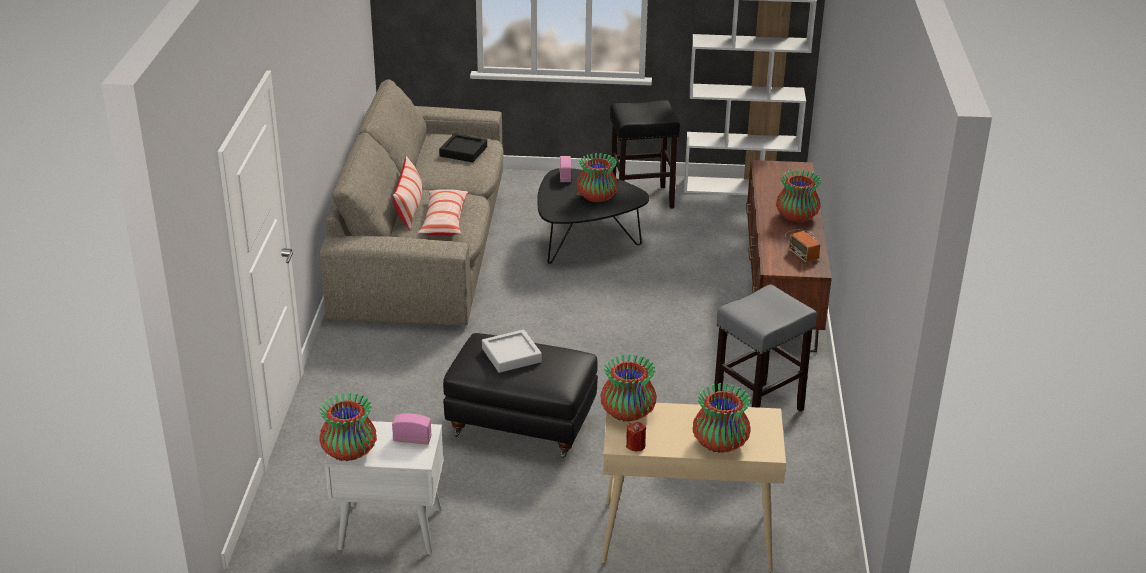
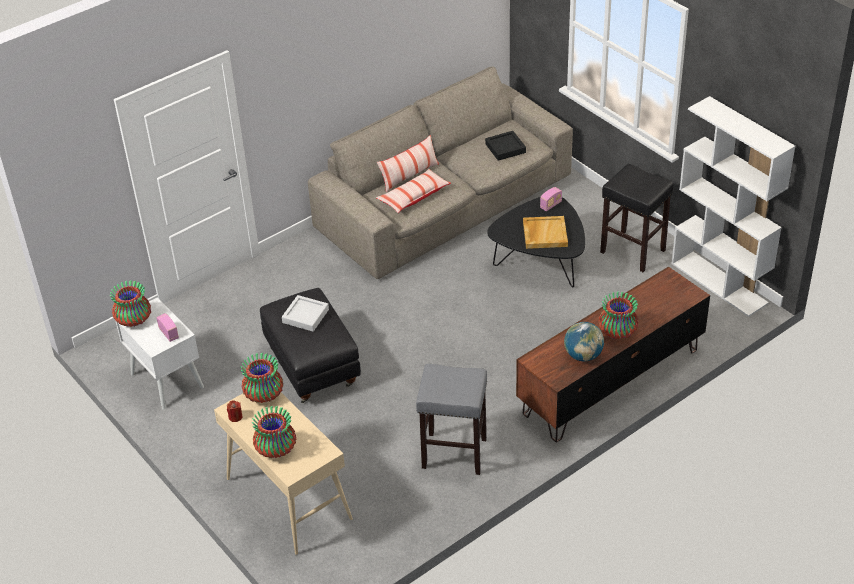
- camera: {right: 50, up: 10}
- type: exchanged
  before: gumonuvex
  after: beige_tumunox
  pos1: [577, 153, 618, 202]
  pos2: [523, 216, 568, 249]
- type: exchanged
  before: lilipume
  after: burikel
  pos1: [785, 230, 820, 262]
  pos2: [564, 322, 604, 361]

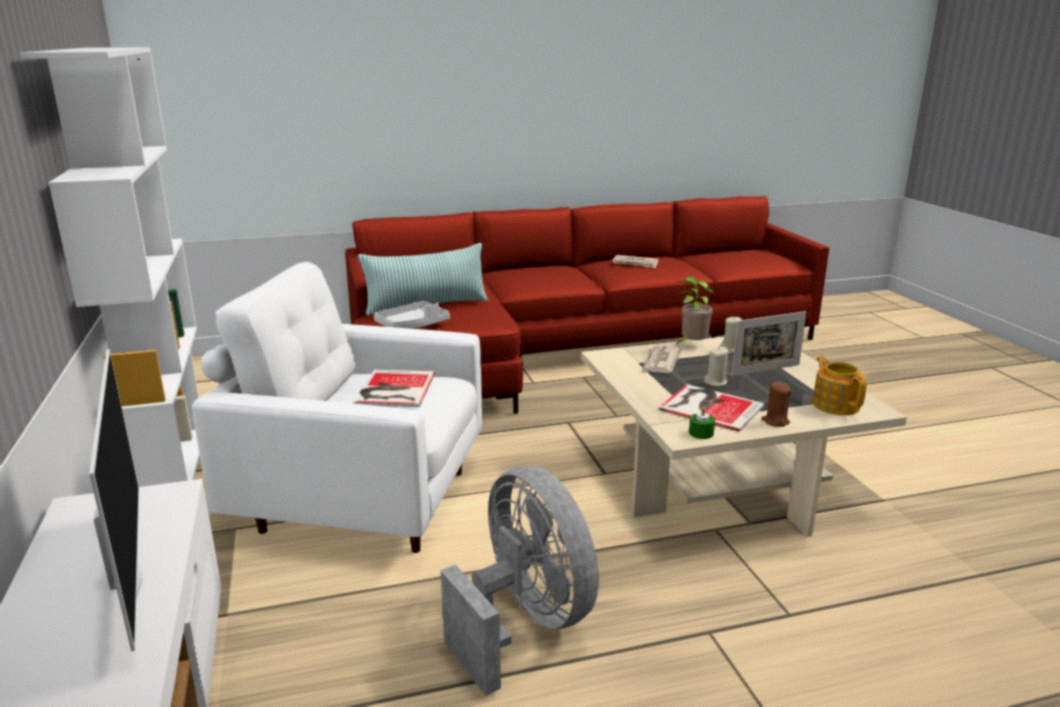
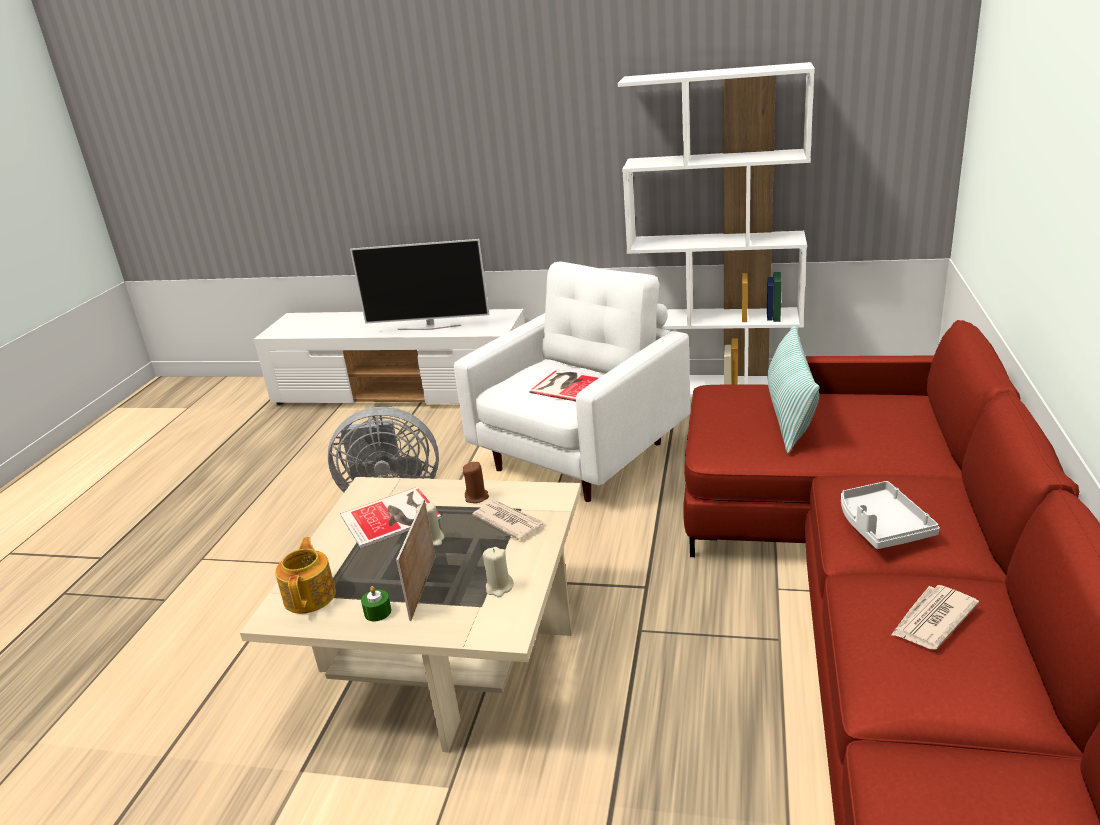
- camera: {right: 120, up: 5}
- type: missing
  before: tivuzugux
  pos1: [676, 276, 714, 344]
- type: relocated
  before: grey_tumunox
  pos1: [374, 301, 450, 329]
  pos2: [841, 481, 940, 549]
- type: spun
  before: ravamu
  pos1: [812, 356, 867, 415]
  pos2: [275, 537, 336, 614]
  turn: -105
- type: relocated
  before: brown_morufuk
  pos1: [761, 381, 792, 427]
  pos2: [463, 462, 489, 503]
- type: relocated
  before: green_morufuk
  pos1: [689, 407, 715, 439]
  pos2: [361, 586, 391, 621]

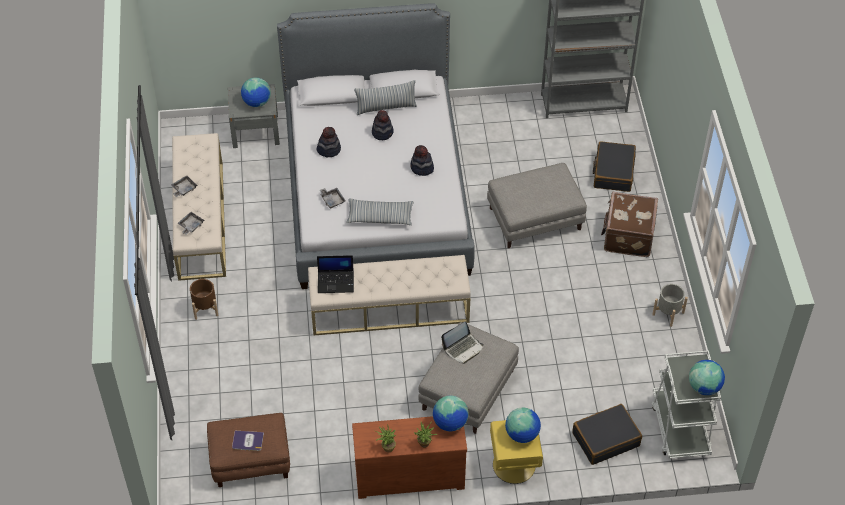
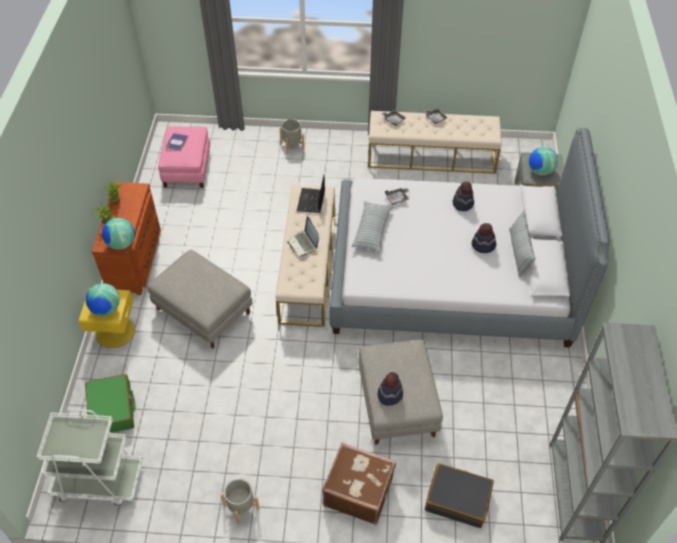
- camera: {right: 100, up: 0}
- type: relocated
  before: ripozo
  pos1: [410, 145, 434, 176]
  pos2: [378, 372, 403, 406]
- type: missing
  before: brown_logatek
  pos1: [190, 279, 218, 320]
- type: relocated
  before: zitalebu
  pos1: [441, 322, 483, 364]
  pos2: [287, 216, 319, 256]
- type: missing
  before: burikel
  pos1: [689, 360, 725, 395]
- type: colour
  before: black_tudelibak
  after: green_tudelibak
  pos1: [572, 404, 642, 465]
  pos2: [85, 374, 135, 433]
- type: colour
  before: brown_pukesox
  after: pink_pukesox
  pos1: [207, 413, 290, 487]
  pos2: [158, 126, 210, 188]
- type: appeared
  after: grey_logatek
  pos2: [280, 119, 304, 154]

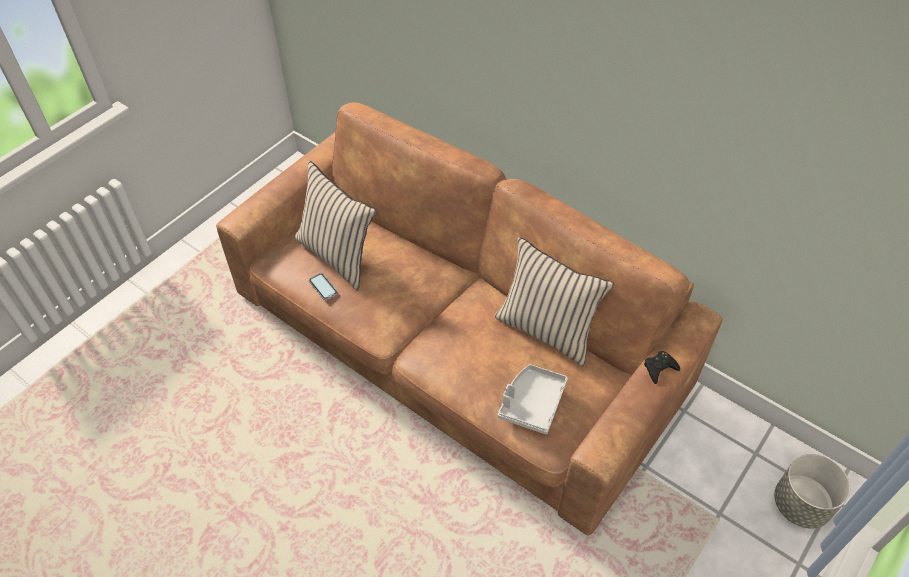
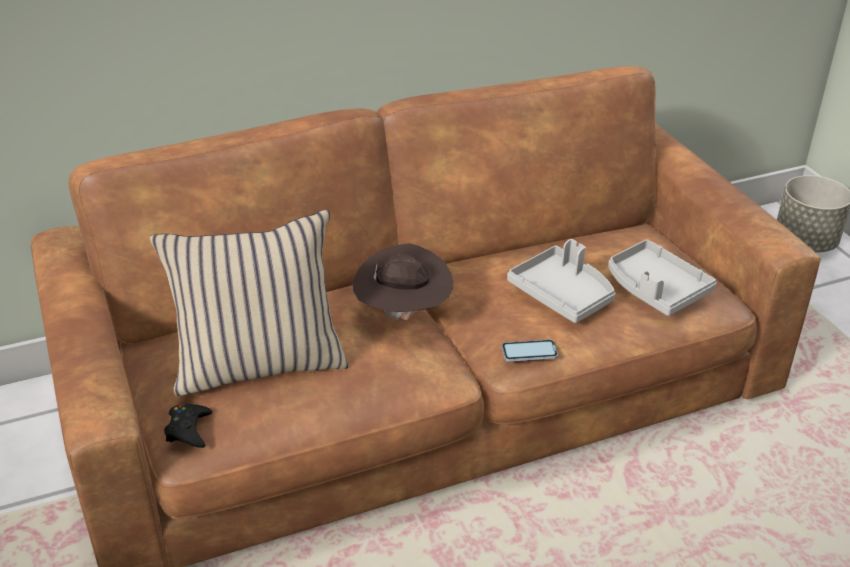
- camera: {right: -60, up: -15}
- type: missing
  before: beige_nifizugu
  pos1: [495, 237, 615, 366]
- type: relocated
  before: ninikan
  pos1: [309, 273, 337, 300]
  pos2: [502, 339, 558, 362]
- type: relocated
  before: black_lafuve
  pos1: [644, 351, 680, 384]
  pos2: [164, 404, 213, 448]
- type: appeared
  after: grey_tumunox
  pos2: [507, 239, 615, 323]
- type: appeared
  after: brown_ripozo
  pos2: [353, 243, 453, 320]

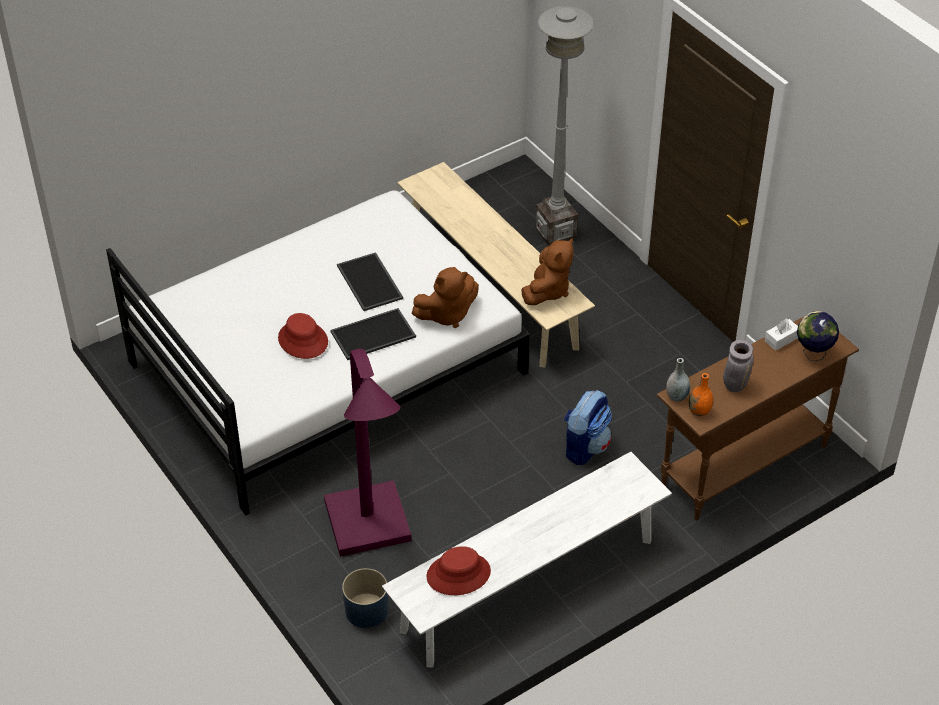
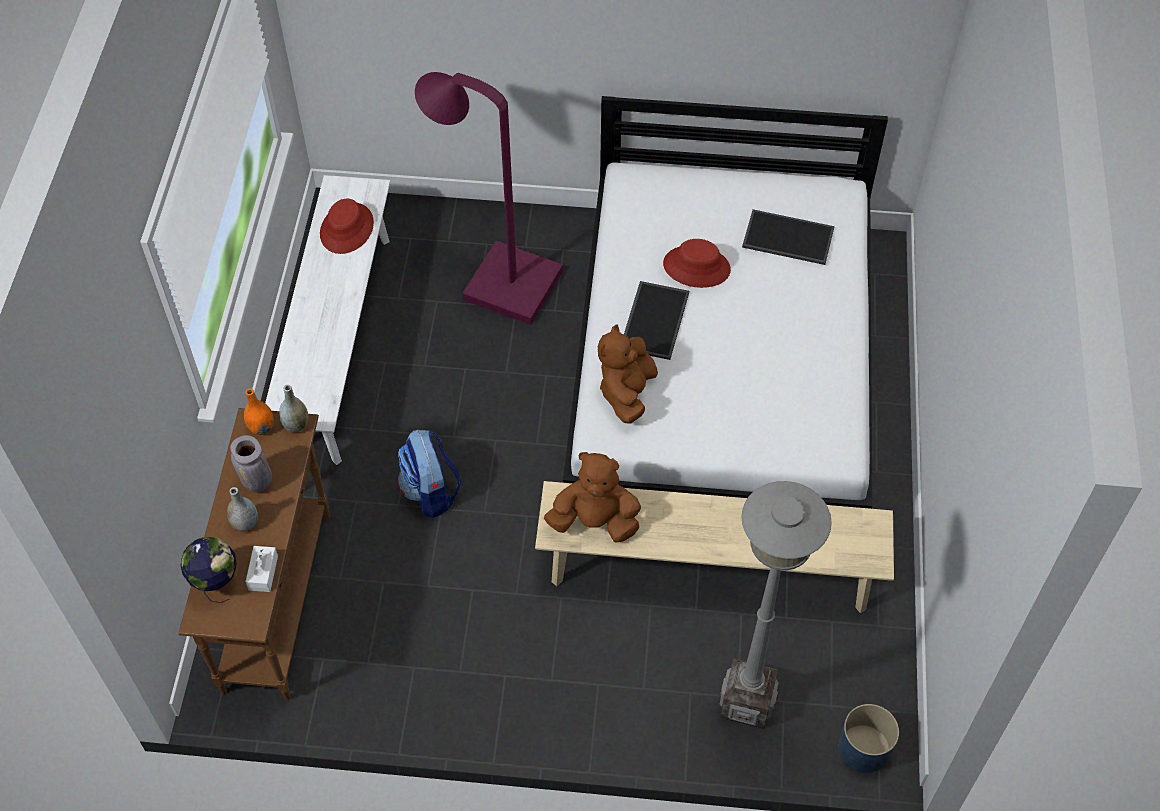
- camera: {right: 130, up: 10}
- type: spun
  before: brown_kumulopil
  pos1: [522, 238, 574, 305]
  pos2: [544, 452, 641, 543]
  turn: 120
- type: relocated
  before: tumunox
  pos1: [337, 252, 403, 311]
  pos2: [742, 209, 835, 265]
- type: relocated
  before: blue_logatek
  pos1: [342, 568, 388, 628]
  pos2: [839, 704, 899, 773]
- type: appeared
  after: grey_gumonuvex
  pos2: [227, 487, 258, 532]

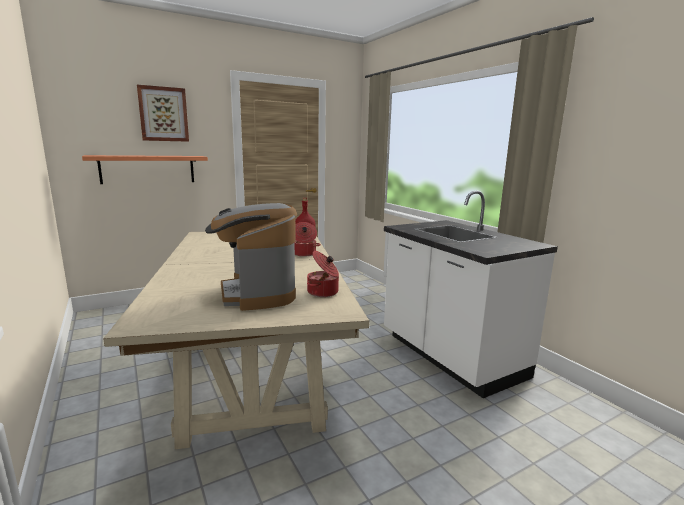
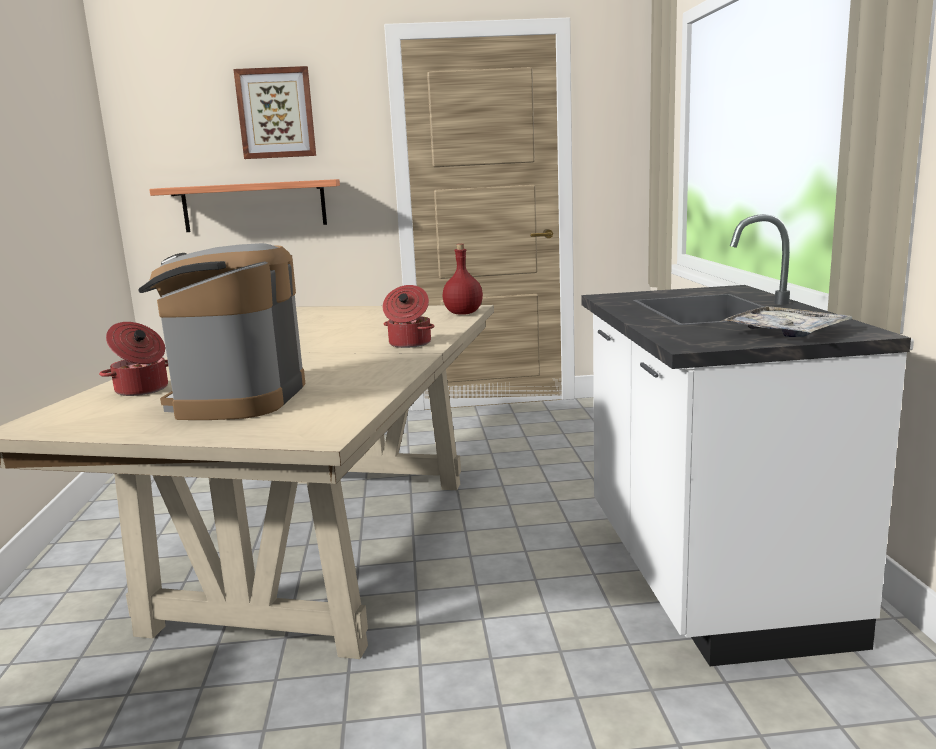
- camera: {right: 25, up: 0}
- type: relocated
  before: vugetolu
  pos1: [307, 251, 339, 297]
  pos2: [99, 322, 168, 396]
- type: appeared
  after: tumunox
  pos2: [719, 306, 852, 337]

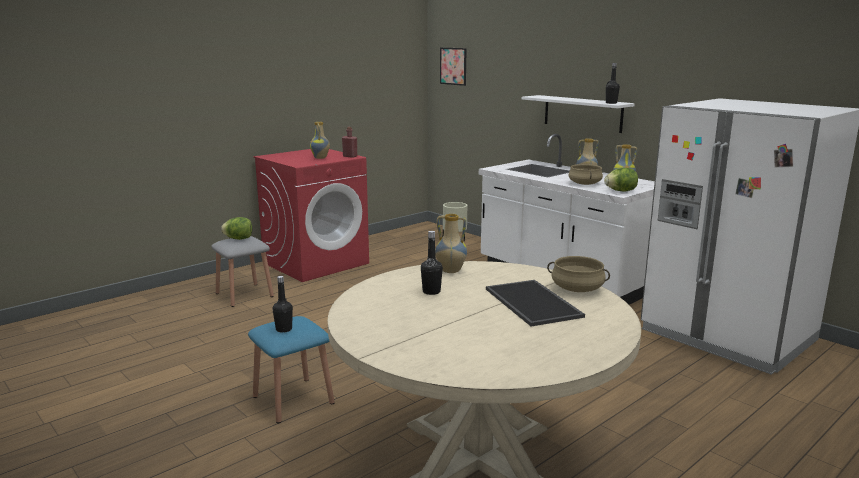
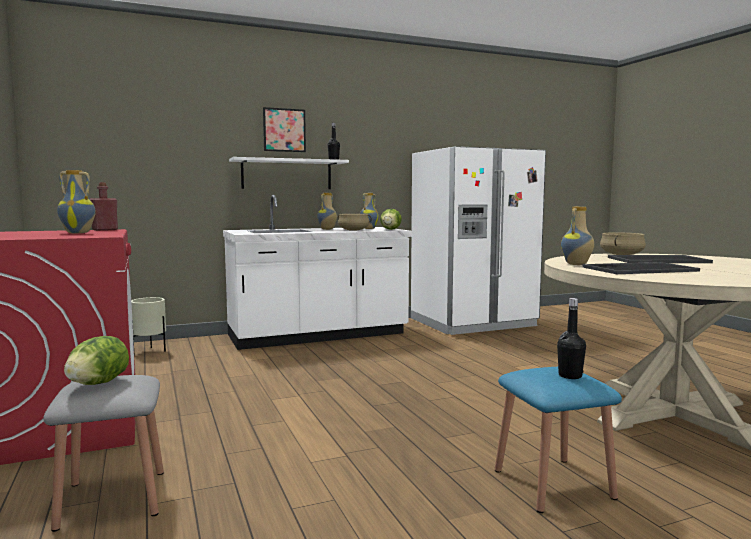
- camera: {right: -70, up: -10}
- type: relocated
  before: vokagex
  pos1: [440, 48, 467, 86]
  pos2: [263, 107, 306, 152]
- type: exchanged
  before: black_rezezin
  after: tumunox
  pos1: [421, 231, 443, 295]
  pos2: [582, 262, 700, 274]

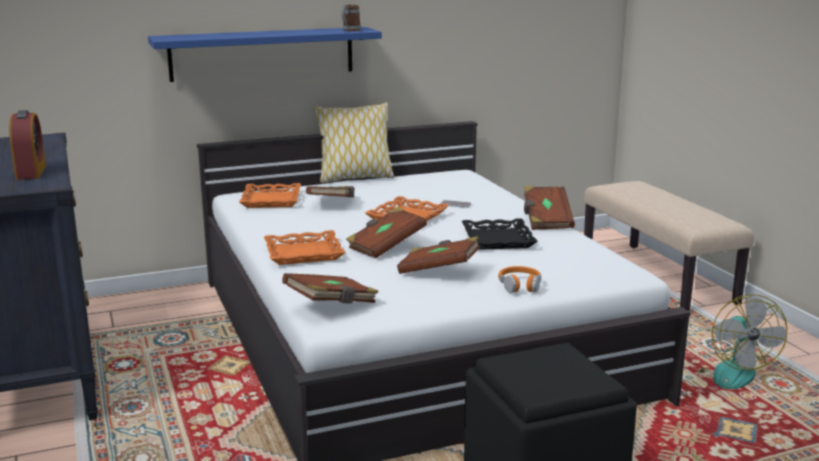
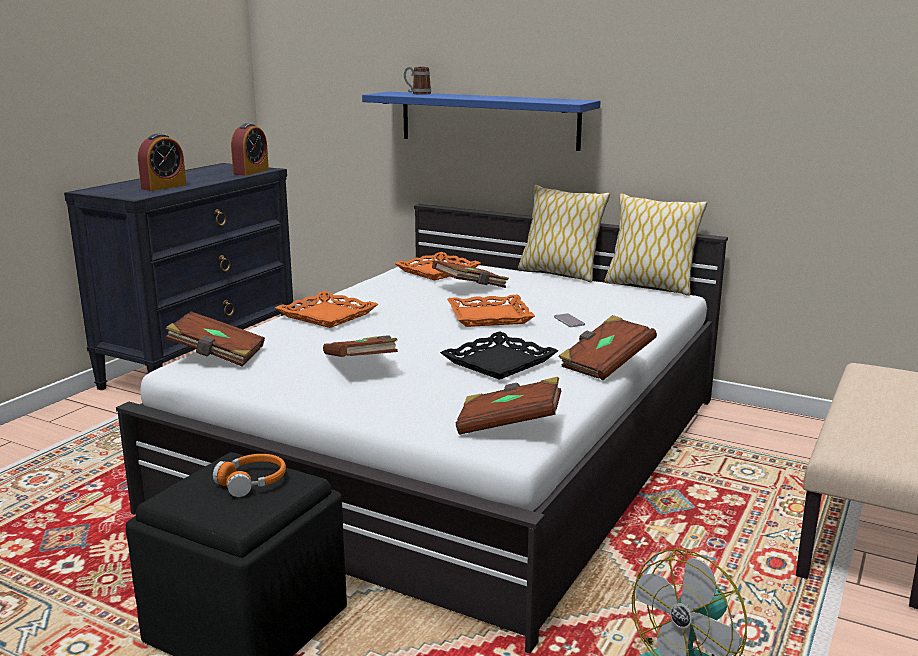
- camera: {right: 50, up: 0}
- type: relocated
  before: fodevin
  pos1: [342, 5, 361, 31]
  pos2: [404, 67, 431, 95]
- type: relocated
  before: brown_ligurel
  pos1: [346, 207, 427, 258]
  pos2: [456, 377, 561, 435]
- type: relocated
  before: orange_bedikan
  pos1: [498, 266, 541, 293]
  pos2: [213, 454, 286, 497]
- type: appeared
  after: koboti
  pos2: [231, 123, 269, 176]
- type: appeared
  after: nifizugu
  pos2: [604, 193, 707, 296]

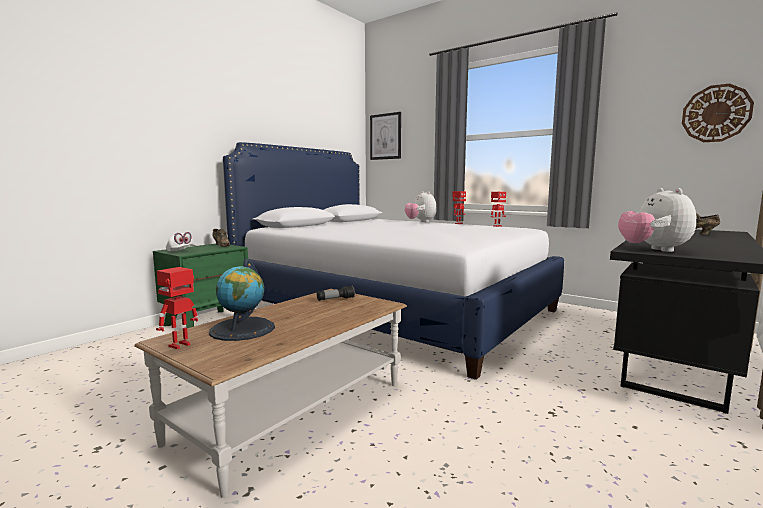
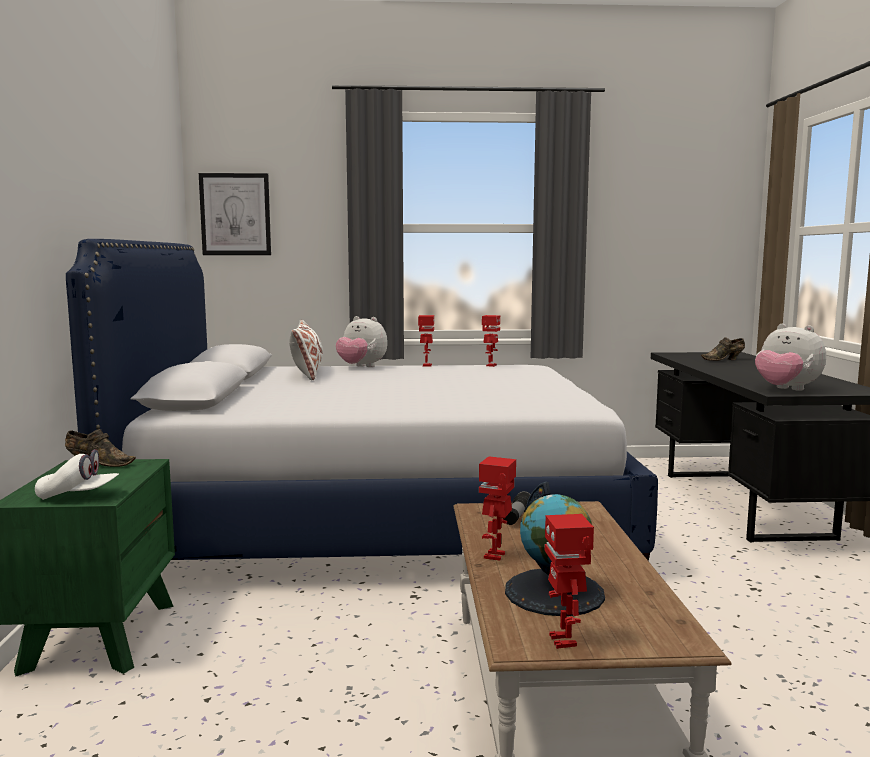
- camera: {right: -40, up: 0}
- type: missing
  before: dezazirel
  pos1: [682, 83, 754, 142]
- type: appeared
  after: white_nifizugu
  pos2: [289, 320, 323, 381]
- type: appeared
  after: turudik
  pos2: [479, 456, 516, 560]

